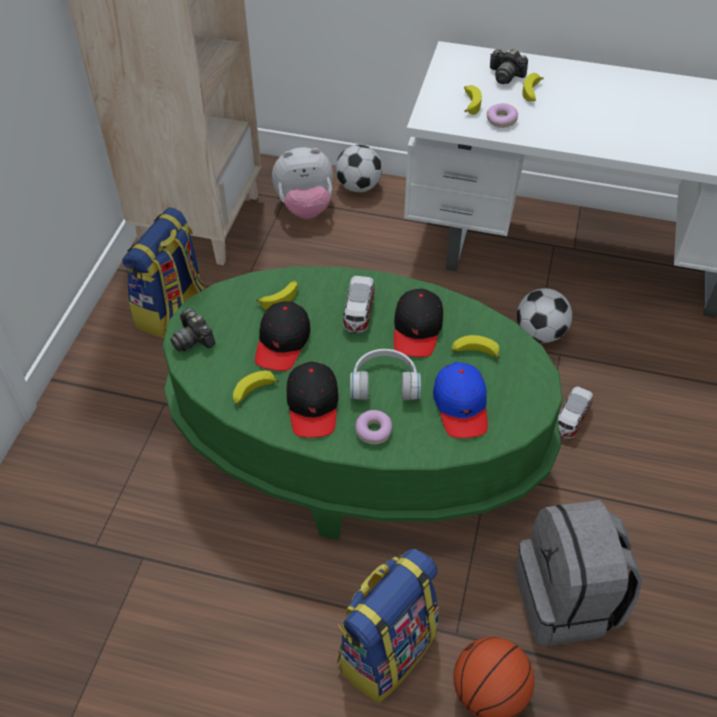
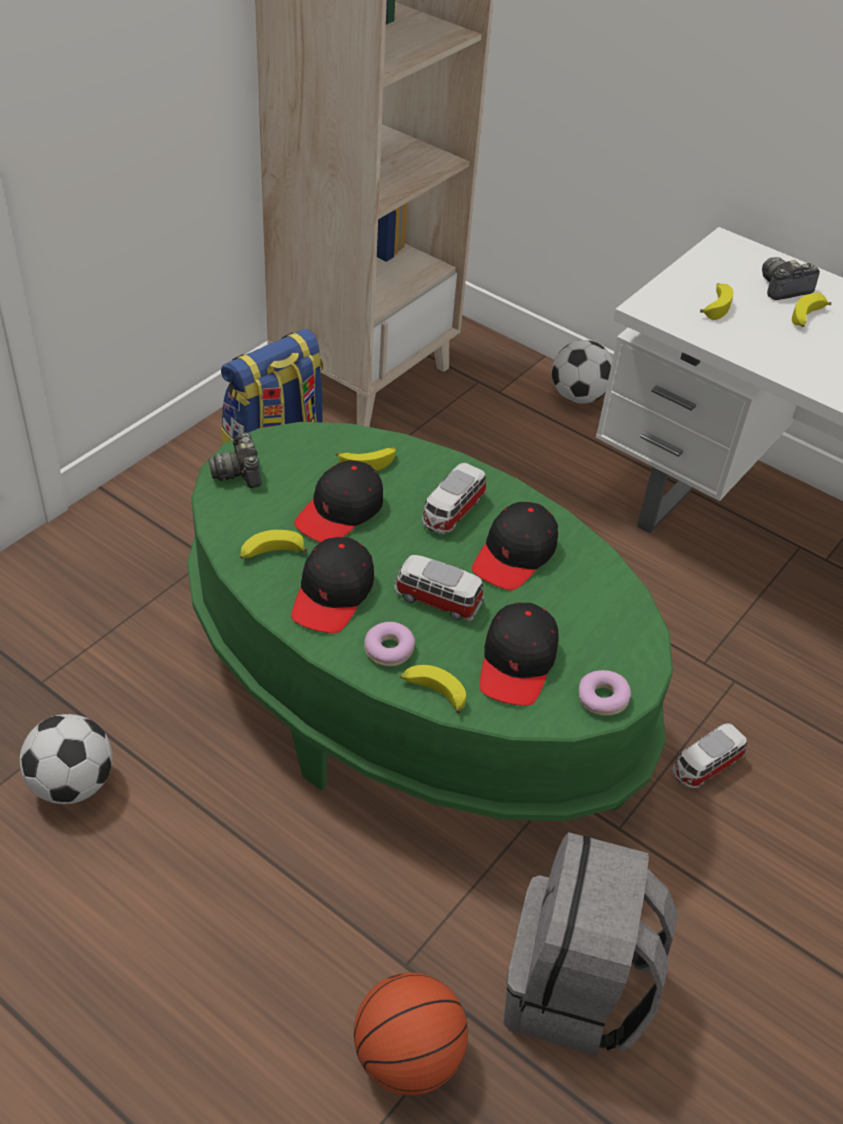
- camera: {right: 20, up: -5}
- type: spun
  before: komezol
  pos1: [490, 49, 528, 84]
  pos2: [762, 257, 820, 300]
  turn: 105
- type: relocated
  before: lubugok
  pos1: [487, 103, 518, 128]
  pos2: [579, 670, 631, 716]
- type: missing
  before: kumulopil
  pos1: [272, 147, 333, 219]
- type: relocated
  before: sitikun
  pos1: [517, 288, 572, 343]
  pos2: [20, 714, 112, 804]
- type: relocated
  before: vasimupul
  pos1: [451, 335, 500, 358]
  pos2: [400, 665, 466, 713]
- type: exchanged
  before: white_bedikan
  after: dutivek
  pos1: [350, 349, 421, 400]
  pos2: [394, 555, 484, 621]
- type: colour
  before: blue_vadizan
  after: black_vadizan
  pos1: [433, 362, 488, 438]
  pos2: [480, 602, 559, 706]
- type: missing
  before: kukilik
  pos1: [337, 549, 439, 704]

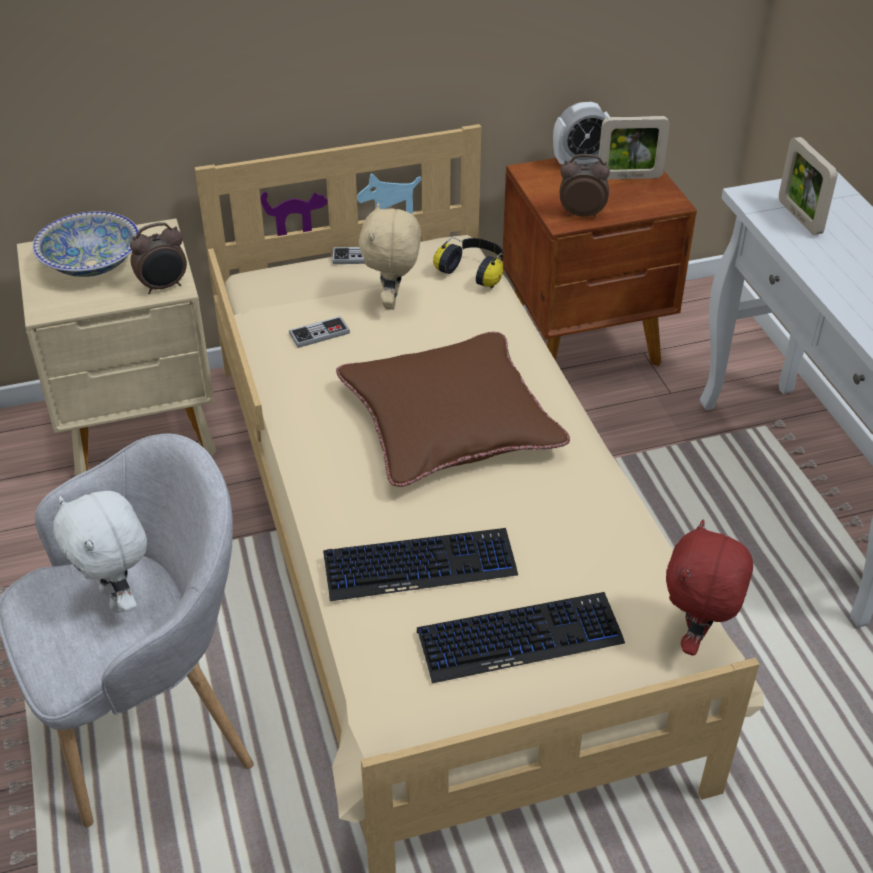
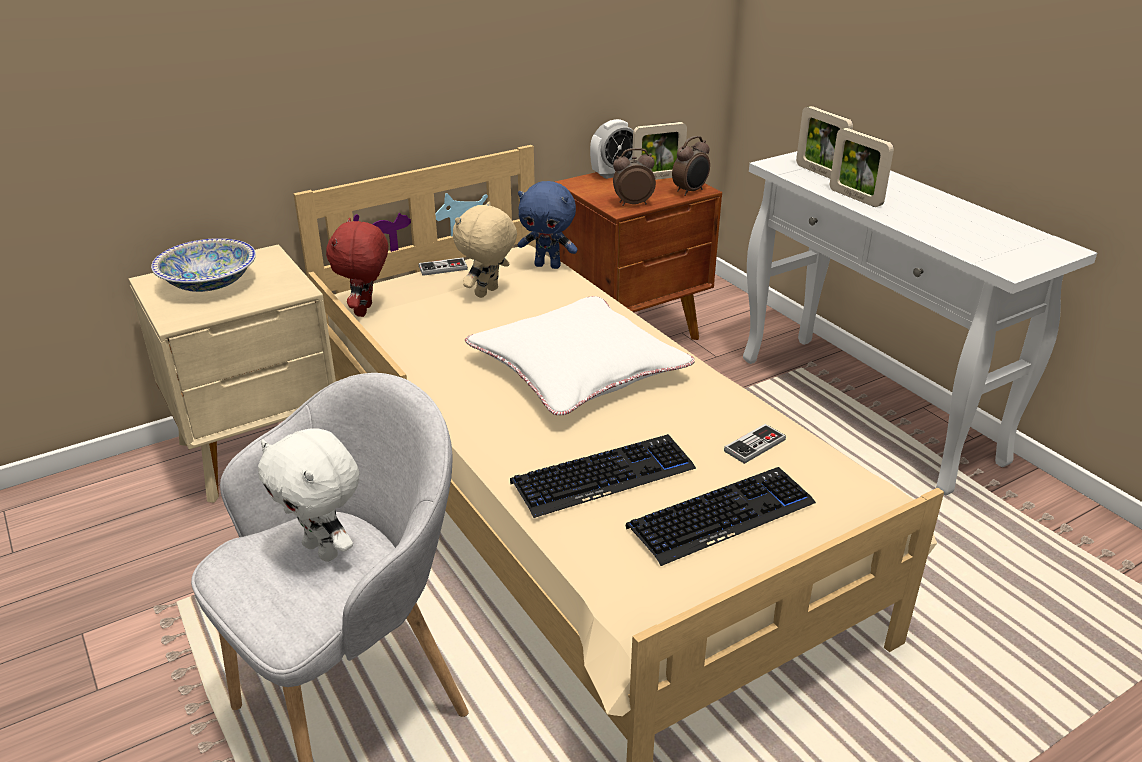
- camera: {right: -15, up: -10}
- type: spun
  before: beige_kumulopil
  pos1: [359, 202, 421, 309]
  pos2: [453, 201, 517, 298]
  turn: 45
- type: relocated
  before: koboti
  pos1: [130, 222, 187, 294]
  pos2: [672, 136, 710, 196]
- type: exchanged
  before: bedikan
  after: blue_kumulopil
  pos1: [433, 237, 503, 288]
  pos2: [518, 181, 578, 269]
- type: relocated
  before: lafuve
  pos1: [289, 316, 350, 348]
  pos2: [724, 424, 786, 464]
- type: colour
  before: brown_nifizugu
  after: white_nifizugu
  pos1: [336, 332, 570, 487]
  pos2: [465, 296, 695, 415]
- type: relocated
  before: red_kumulopil
  pos1: [666, 519, 753, 656]
  pos2: [326, 218, 388, 317]
- type: appeared
  after: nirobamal
  pos2: [830, 128, 894, 207]

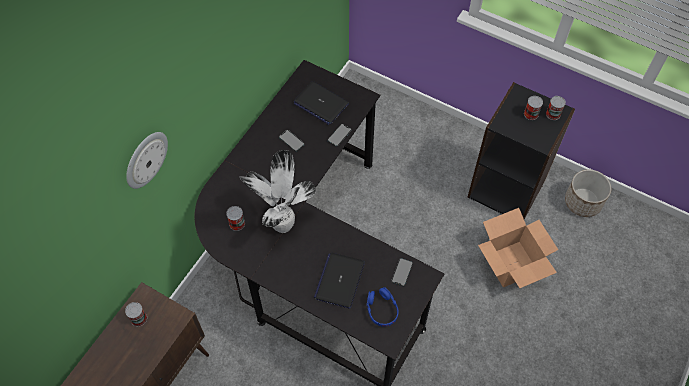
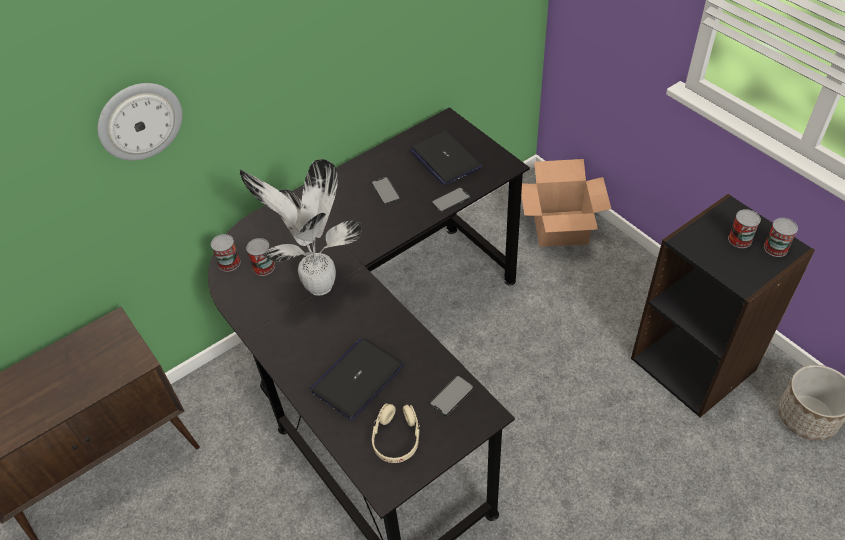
- camera: {right: 25, up: -10}
- type: relocated
  before: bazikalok
  pos1: [478, 208, 558, 288]
  pos2: [521, 159, 611, 247]
- type: colour
  before: blue_bedikan
  after: beige_bedikan
  pos1: [367, 287, 399, 327]
  pos2: [372, 403, 420, 463]
- type: relocated
  before: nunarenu
  pos1: [125, 302, 147, 327]
  pos2: [211, 234, 240, 272]

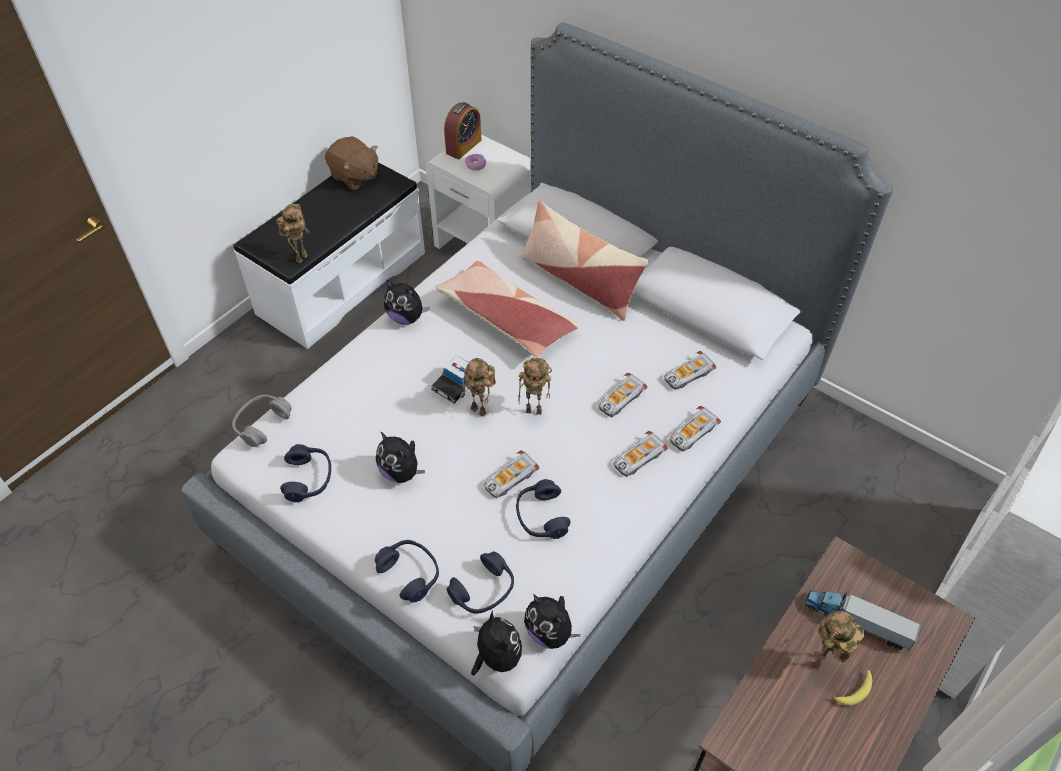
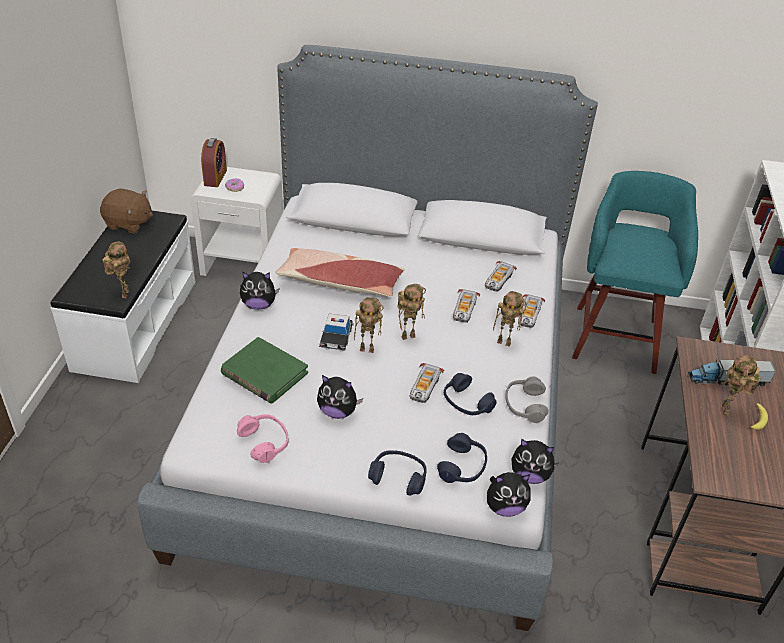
- camera: {right: -30, up: -10}
- type: missing
  before: nifizugu
  pos1: [521, 201, 649, 321]
- type: relocated
  before: grey_bedikan
  pos1: [232, 395, 292, 447]
  pos2: [505, 377, 549, 423]
- type: exchanged
  before: dutivek
  after: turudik
  pos1: [613, 431, 668, 477]
  pos2: [493, 291, 526, 347]
- type: colour
  before: blue_bedikan
  after: pink_bedikan
  pos1: [280, 444, 331, 503]
  pos2: [237, 414, 288, 463]
- type: spun
  before: kumulopil
  pos1: [471, 610, 522, 676]
  pos2: [487, 472, 531, 517]
  turn: 135
- type: appeared
  after: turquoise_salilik
  pos2: [572, 171, 698, 374]
- type: appeared
  after: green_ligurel
  pos2: [221, 337, 308, 404]

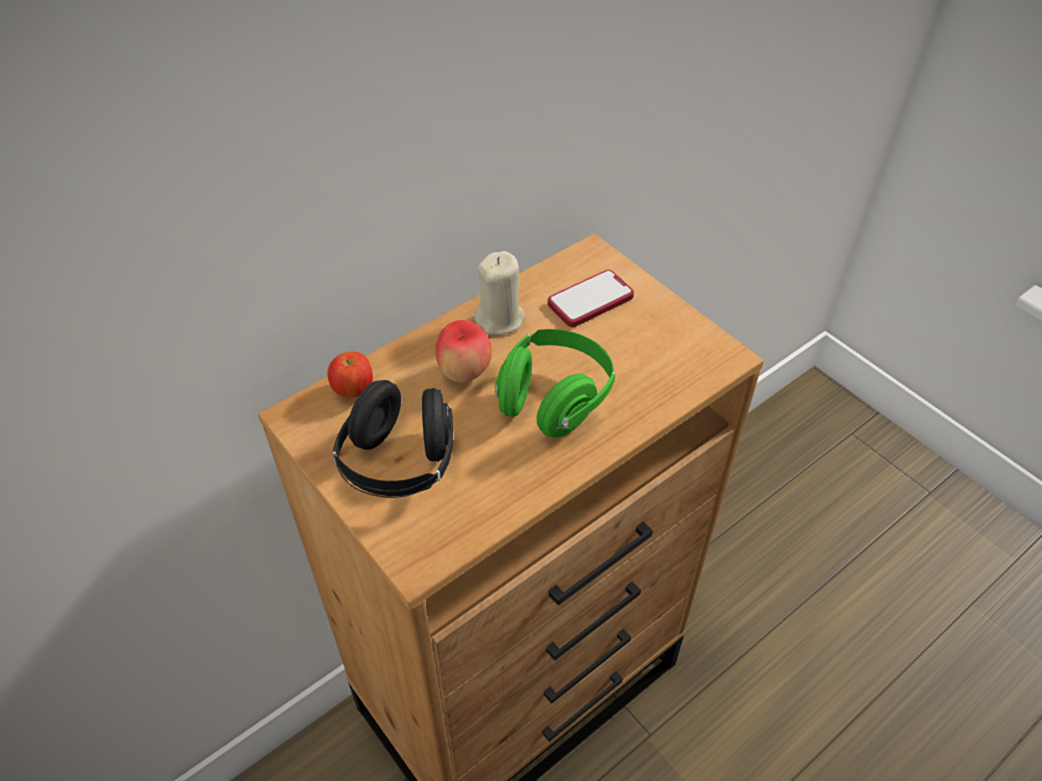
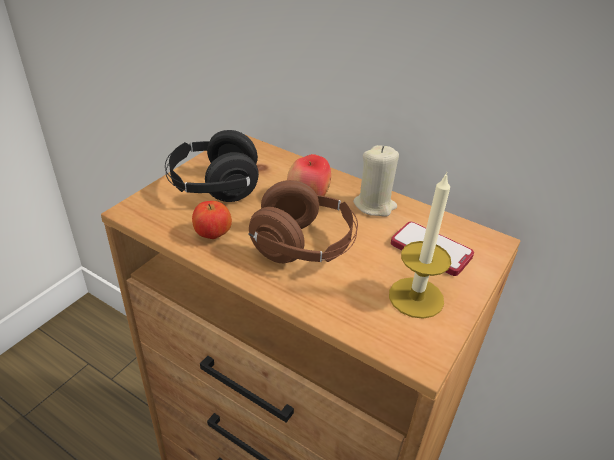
- camera: {right: 70, up: -10}
- type: colour
  before: green_bedikan
  after: brown_bedikan
  pos1: [495, 329, 615, 438]
  pos2: [248, 180, 358, 263]
- type: relocated
  before: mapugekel
  pos1: [327, 351, 373, 398]
  pos2: [192, 201, 232, 239]
- type: appeared
  after: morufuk
  pos2: [389, 172, 451, 319]

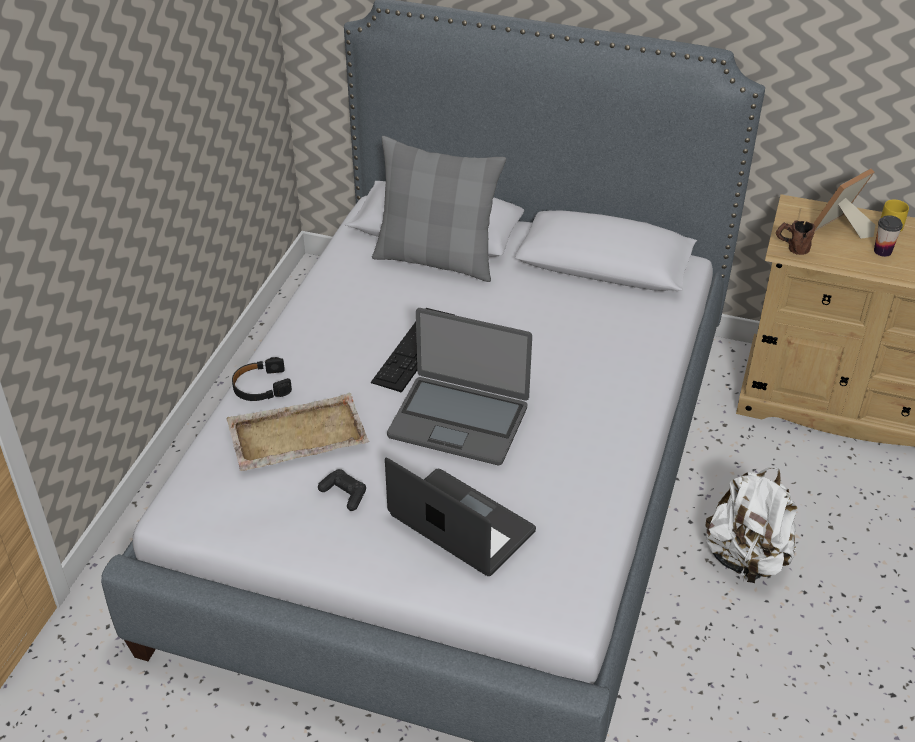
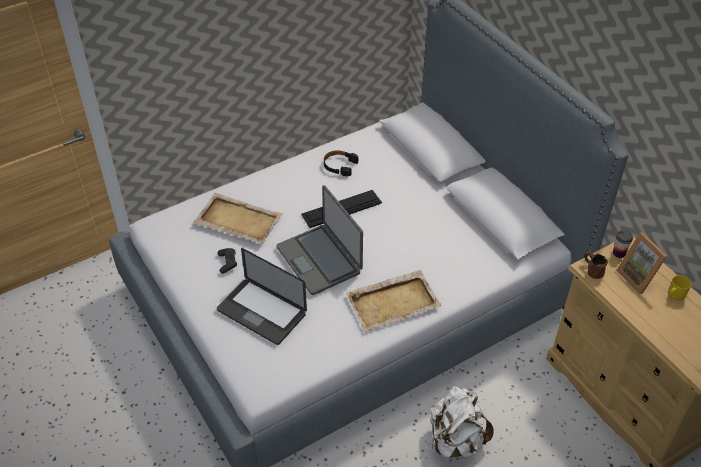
- camera: {right: 40, up: 5}
- type: missing
  before: grey_nifizugu
  pos1: [372, 136, 506, 282]
- type: spun
  before: nirobamal
  pos1: [813, 169, 875, 239]
  pos2: [616, 232, 667, 294]
  turn: -120
- type: relocated
  before: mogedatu
  pos1: [874, 215, 903, 257]
  pos2: [613, 230, 633, 258]
- type: relocated
  before: black_bedikan
  pos1: [232, 357, 292, 401]
  pos2: [324, 150, 358, 176]
- type: spun
  before: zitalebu
  pos1: [385, 458, 536, 576]
  pos2: [217, 248, 307, 345]
  turn: 135
- type: appeared
  after: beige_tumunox
  pos2: [346, 270, 441, 333]

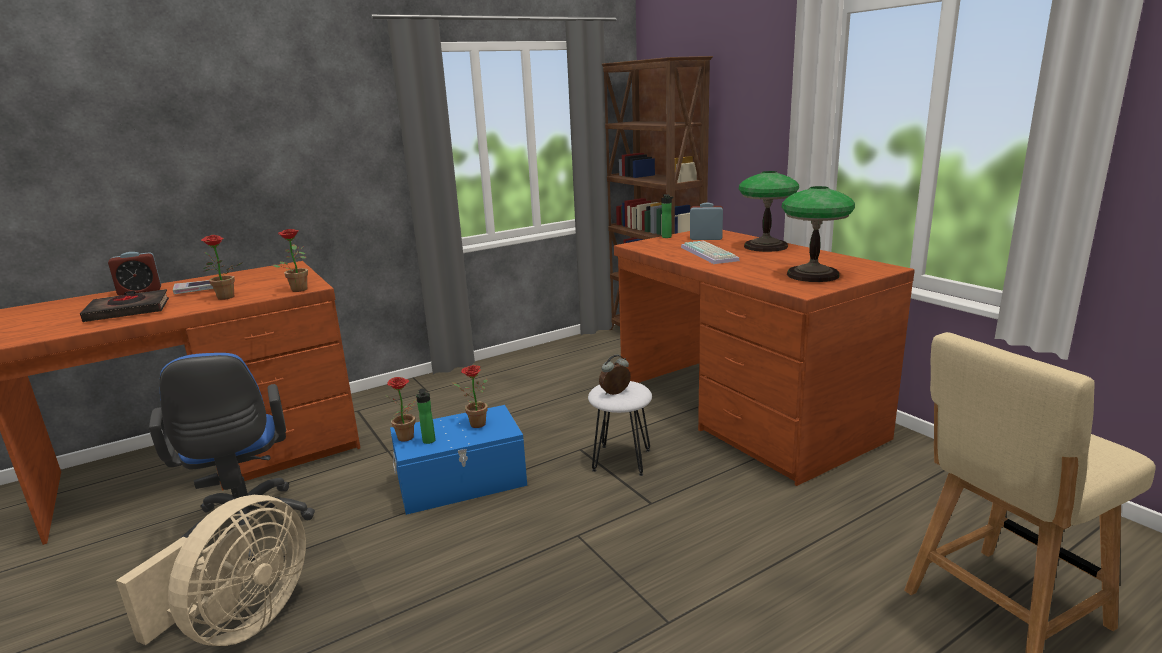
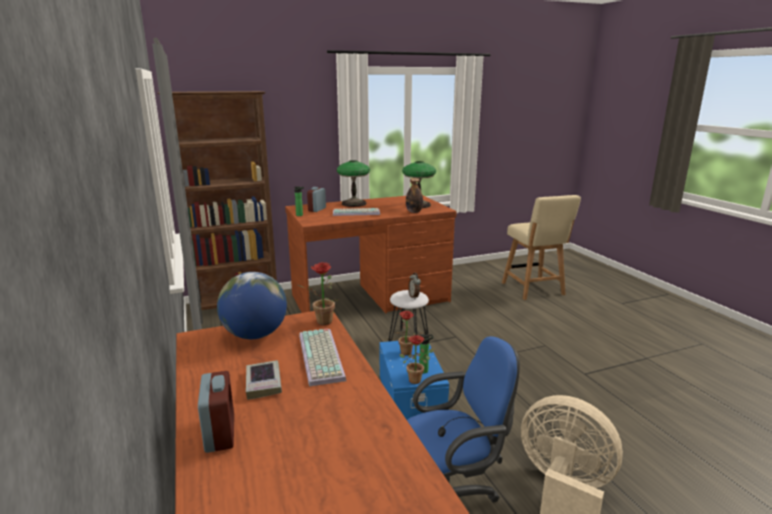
- camera: {right: -80, up: 0}
- type: exchanged
  before: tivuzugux
  after: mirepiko
  pos1: [201, 235, 243, 300]
  pos2: [299, 328, 346, 386]
- type: missing
  before: black_ligurel
  pos1: [80, 289, 169, 322]
- type: appeared
  after: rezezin
  pos2: [406, 178, 423, 213]
- type: appeared
  after: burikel
  pos2: [217, 272, 287, 339]

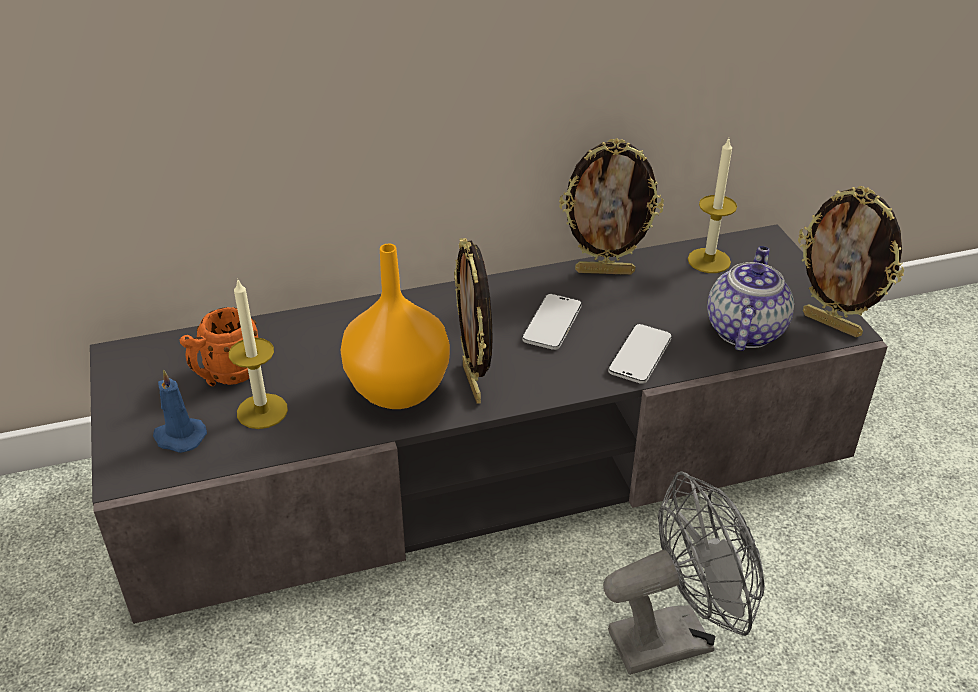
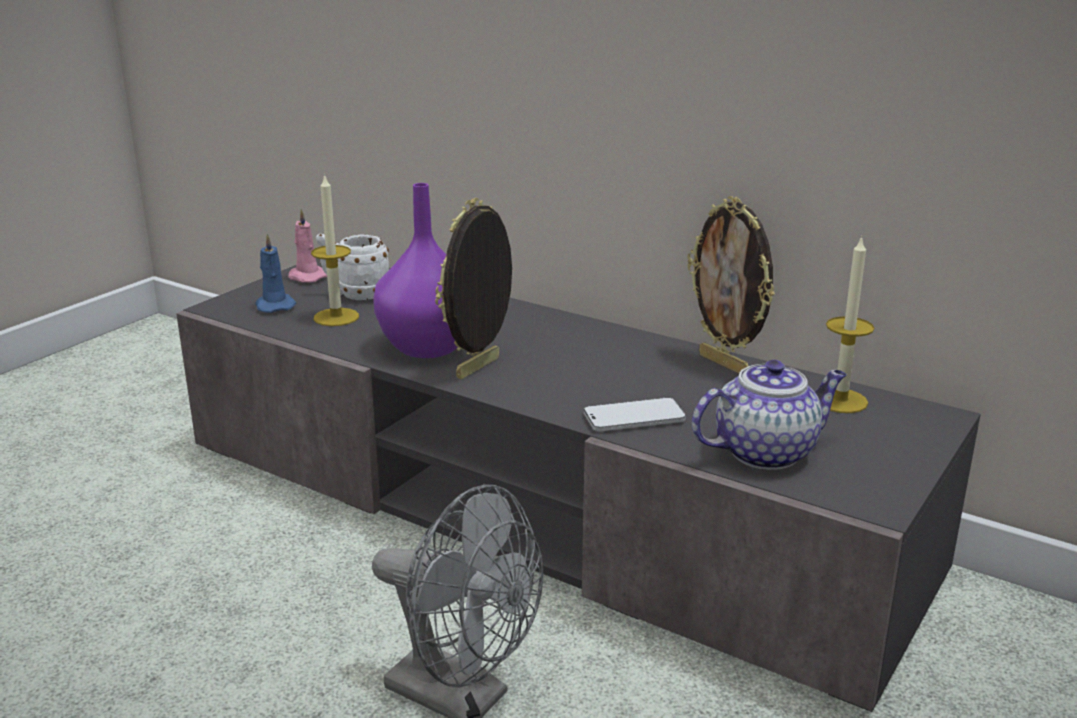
- camera: {right: 50, up: -15}
- type: missing
  before: nirobamal
  pos1: [798, 186, 904, 337]
- type: colour
  before: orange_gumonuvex
  after: purple_gumonuvex
  pos1: [340, 244, 450, 409]
  pos2: [373, 183, 457, 358]
- type: missing
  before: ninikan
  pos1: [522, 294, 582, 350]
- type: colour
  before: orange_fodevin
  after: white_fodevin
  pos1: [180, 307, 258, 386]
  pos2: [316, 234, 389, 300]
- type: appeared
  after: pink_morufuk
  pos2: [288, 209, 327, 283]

